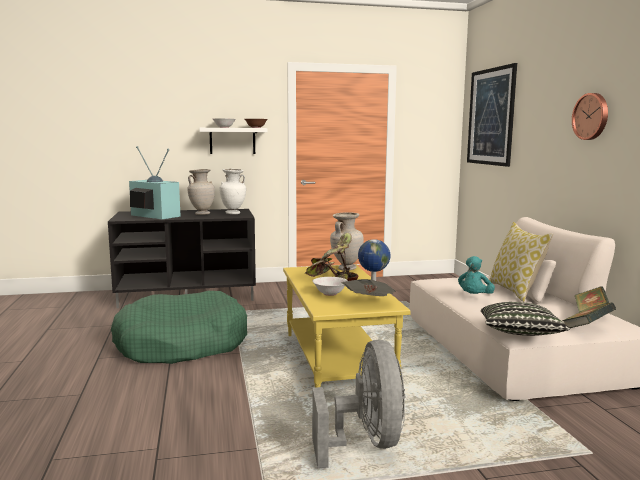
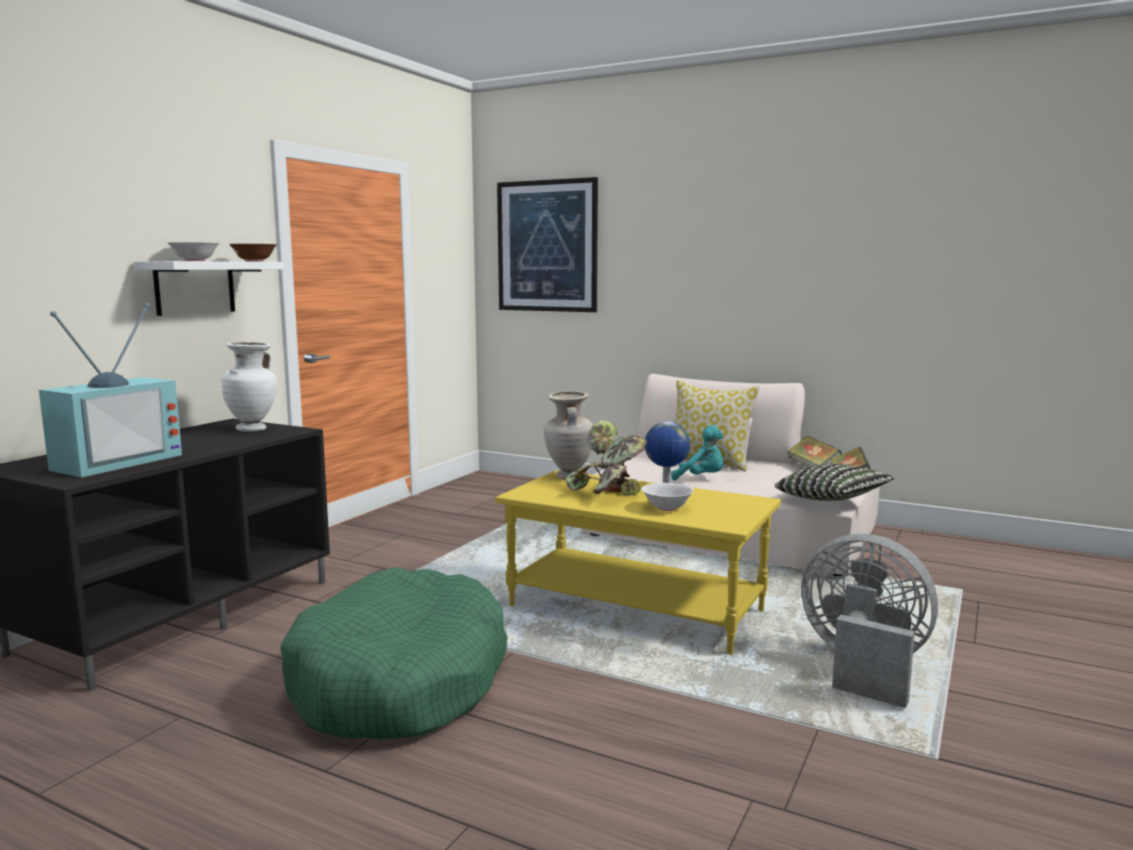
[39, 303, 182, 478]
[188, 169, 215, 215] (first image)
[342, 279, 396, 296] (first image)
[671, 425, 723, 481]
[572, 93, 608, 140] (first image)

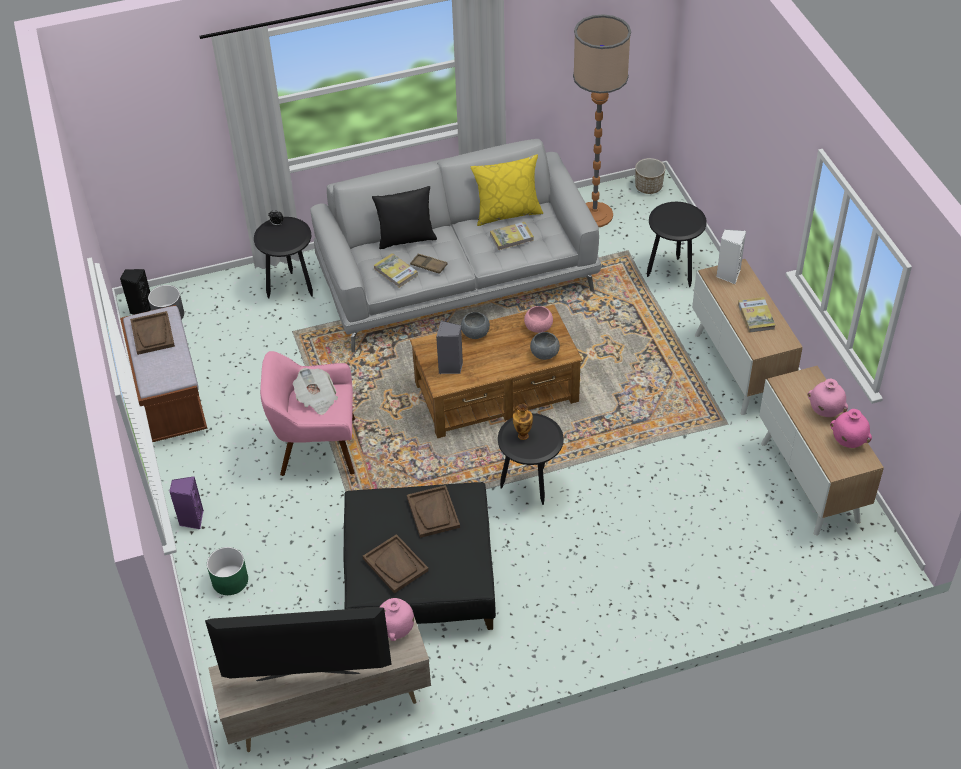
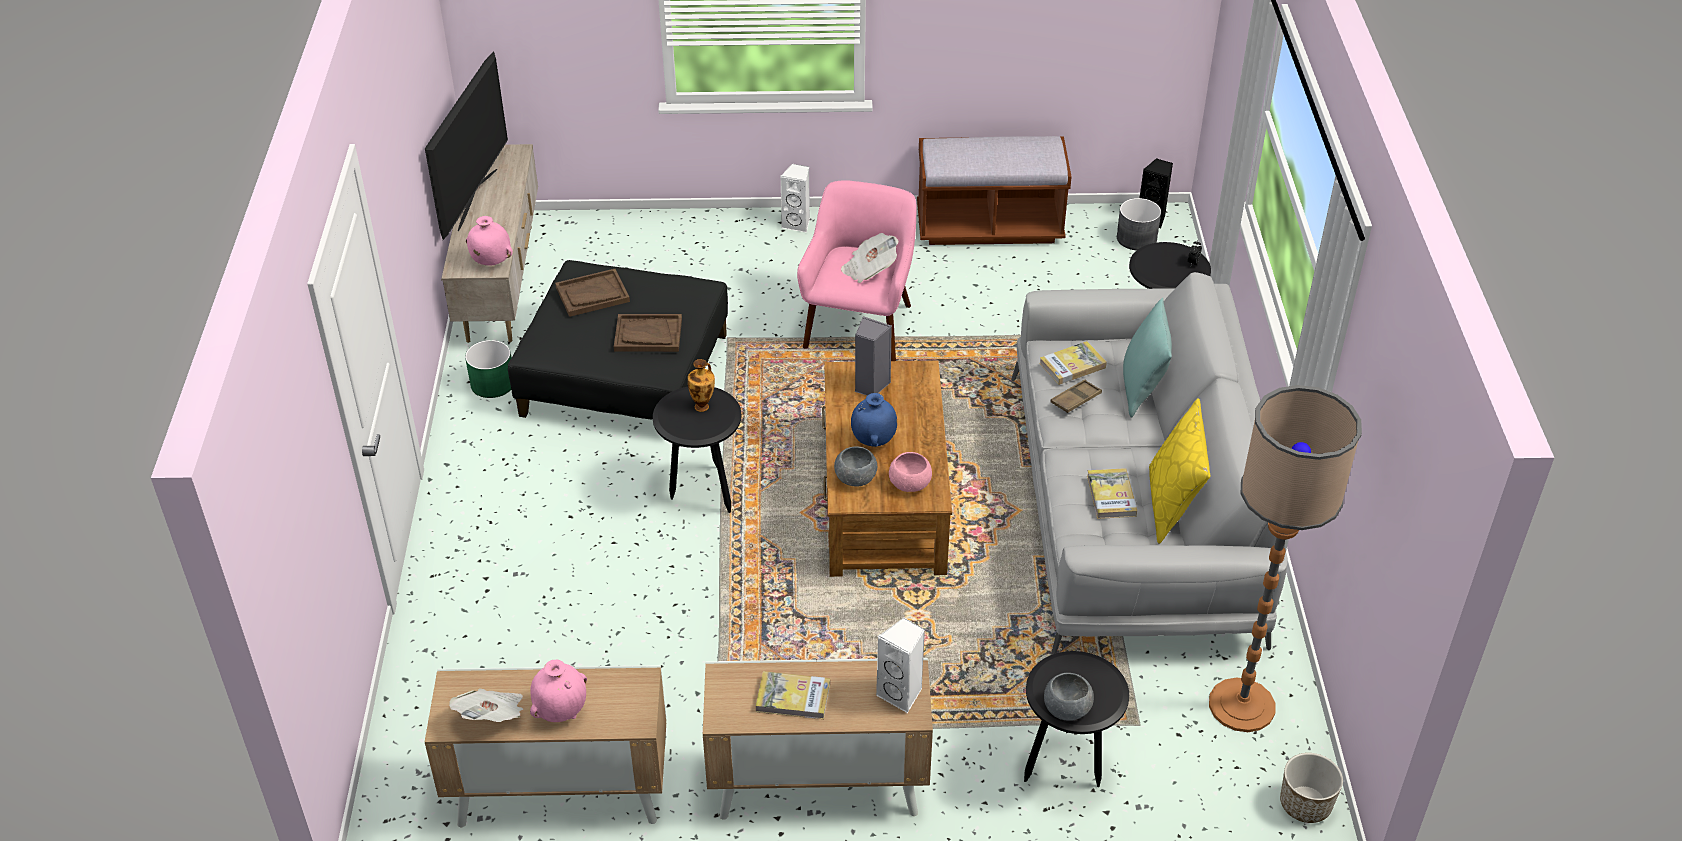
[130, 311, 175, 355] (first image)
[780, 164, 810, 233]
[465, 340, 511, 398]
[1123, 297, 1172, 418]
[1044, 673, 1094, 721]
[449, 688, 523, 722]
[851, 393, 897, 447]

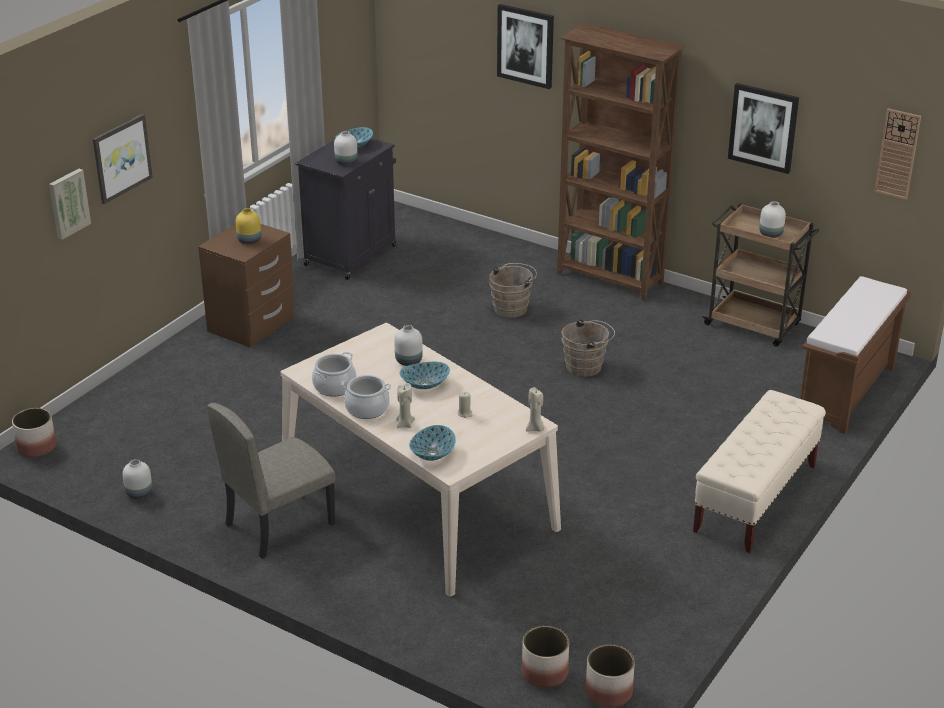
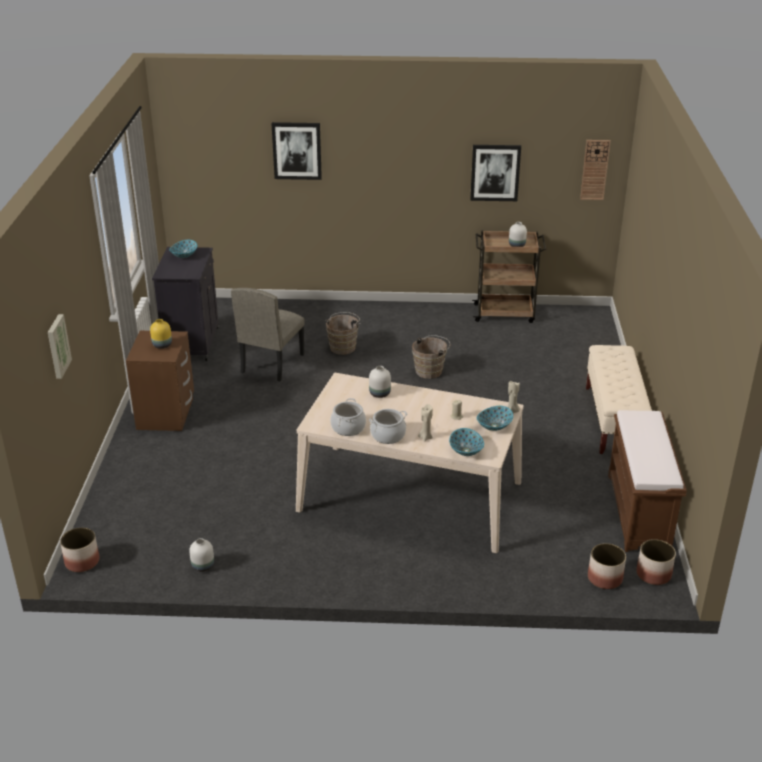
[93, 114, 153, 204] (first image)
[231, 288, 305, 381]
[334, 131, 358, 165] (first image)
[477, 406, 513, 431]
[557, 23, 685, 301] (first image)
[608, 410, 687, 552]

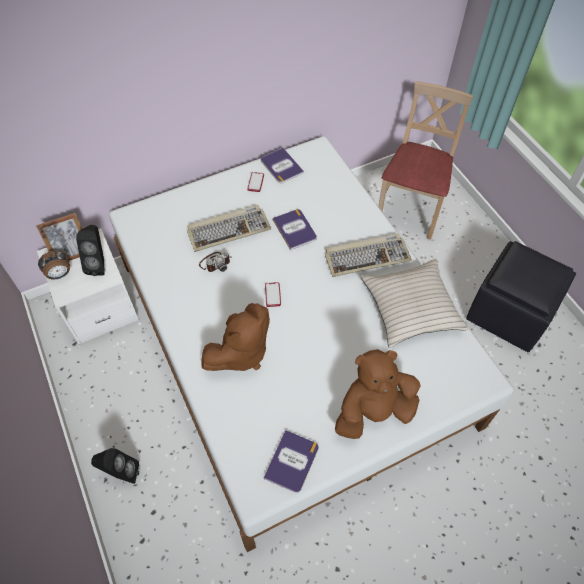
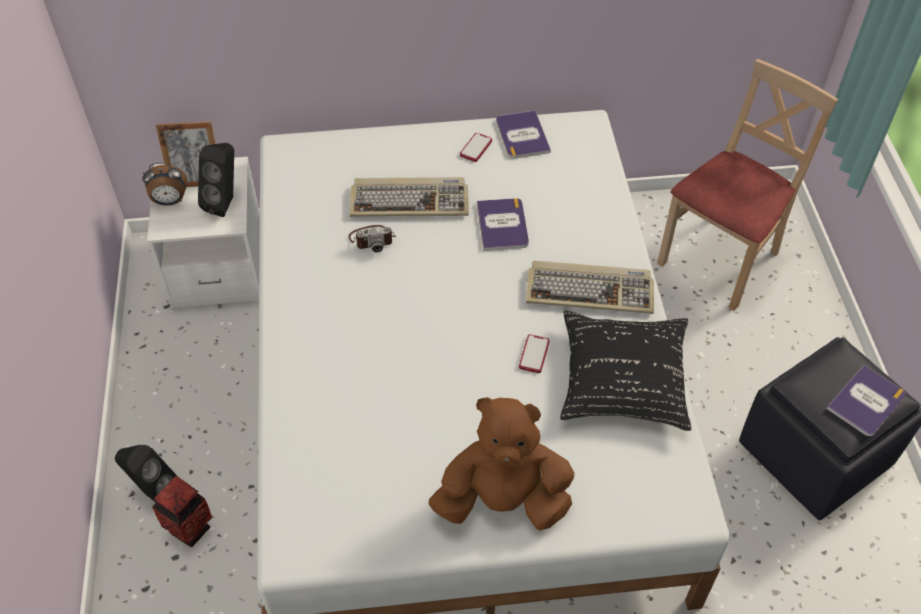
[202, 303, 270, 371] (first image)
[826, 365, 906, 436]
[519, 334, 550, 373]
[560, 311, 691, 431]
[152, 476, 212, 547]

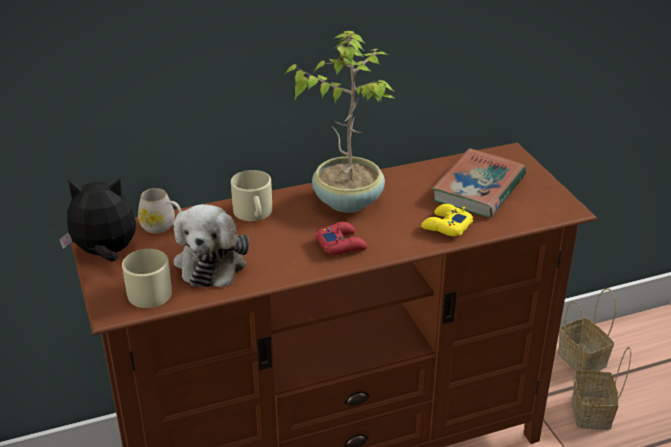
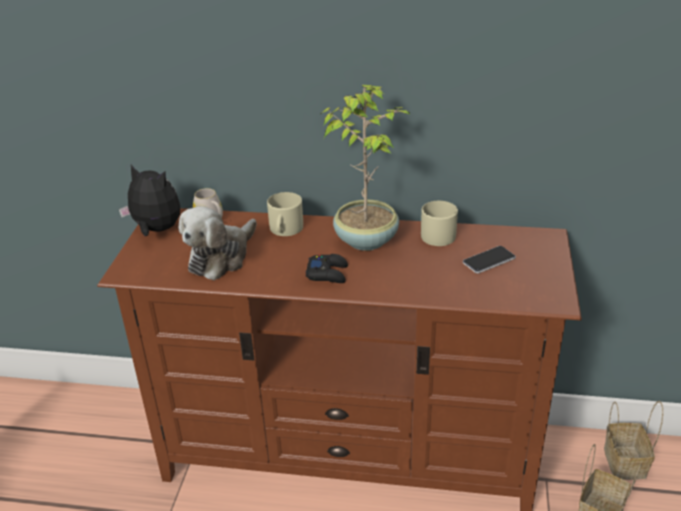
[421, 201, 458, 246]
[306, 254, 348, 283]
[421, 204, 473, 237] (first image)
[463, 246, 516, 274]

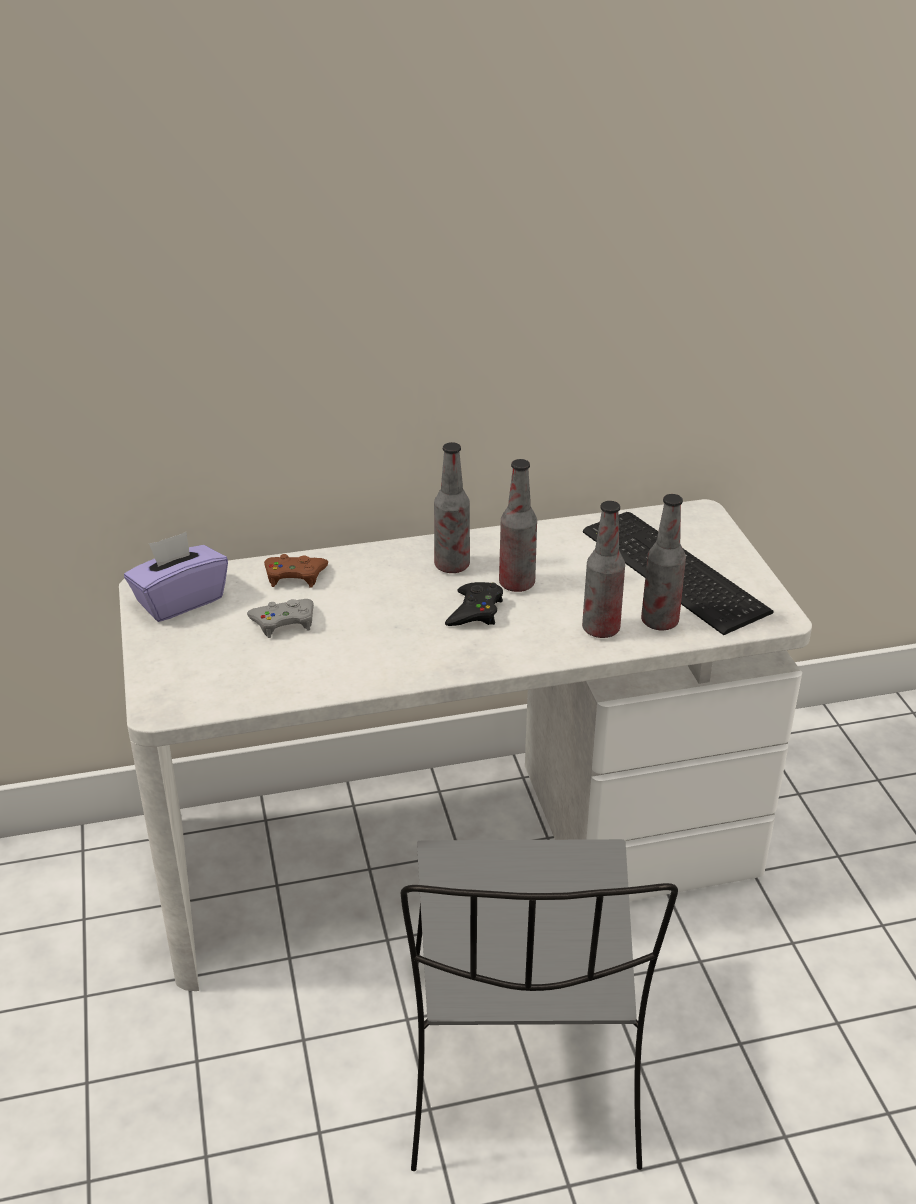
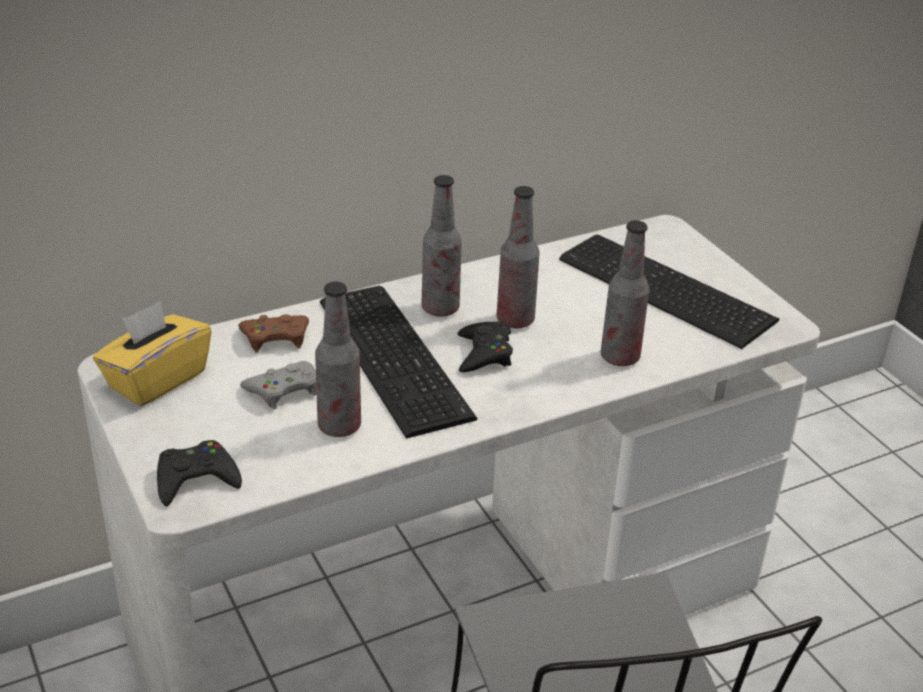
[93, 301, 211, 407]
[315, 282, 361, 437]
[157, 440, 242, 506]
[320, 286, 477, 439]

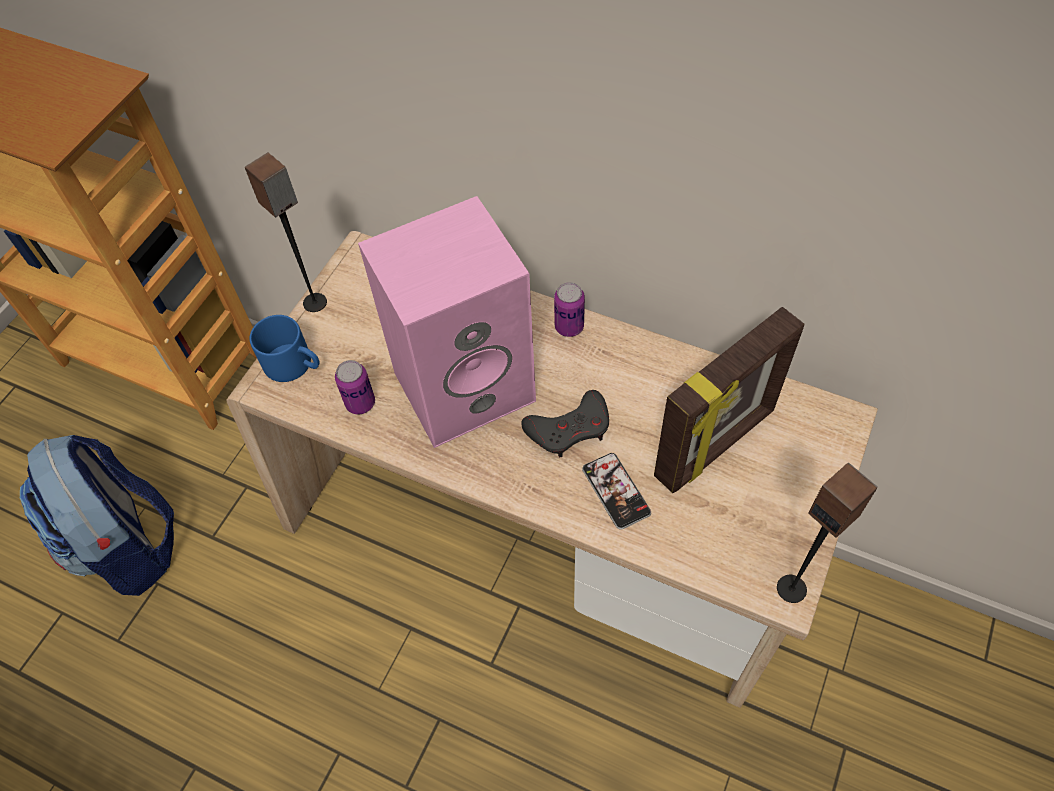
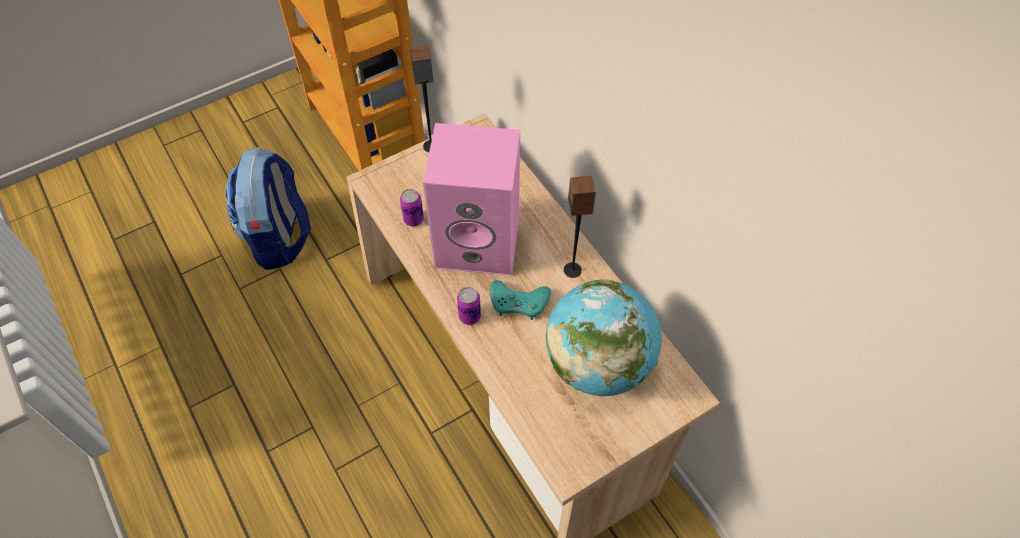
[250, 315, 320, 382] (first image)
[490, 280, 551, 320]
[457, 287, 481, 325]
[582, 453, 651, 530] (first image)
[546, 279, 662, 396]
[564, 176, 596, 278]

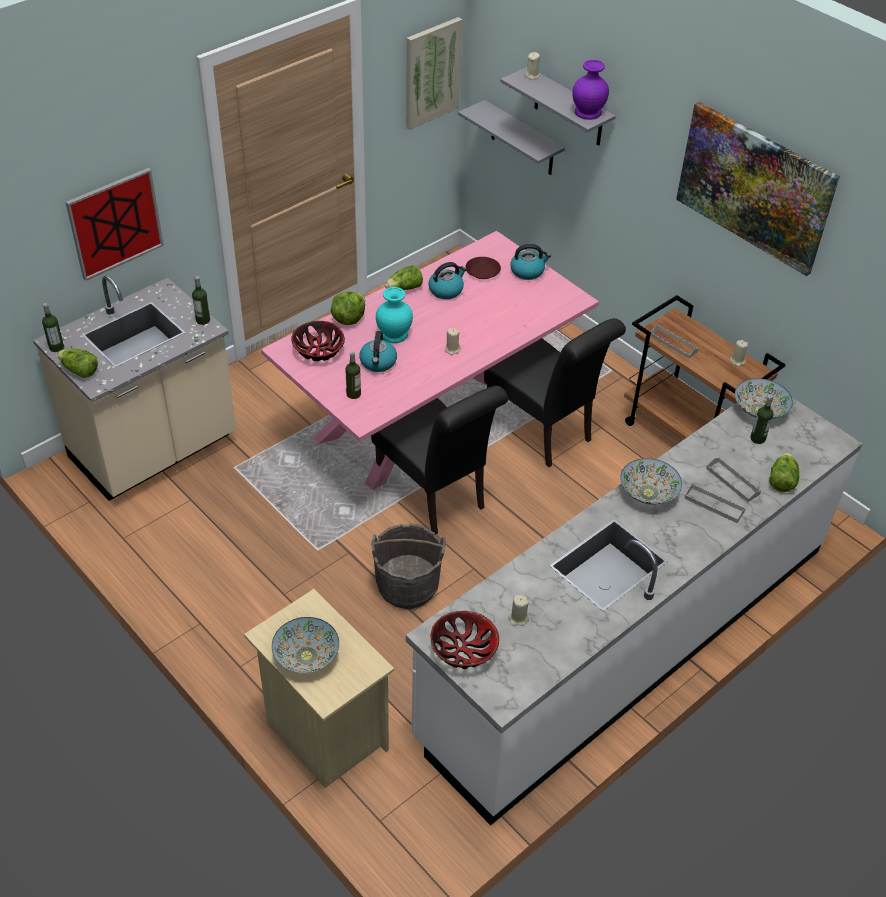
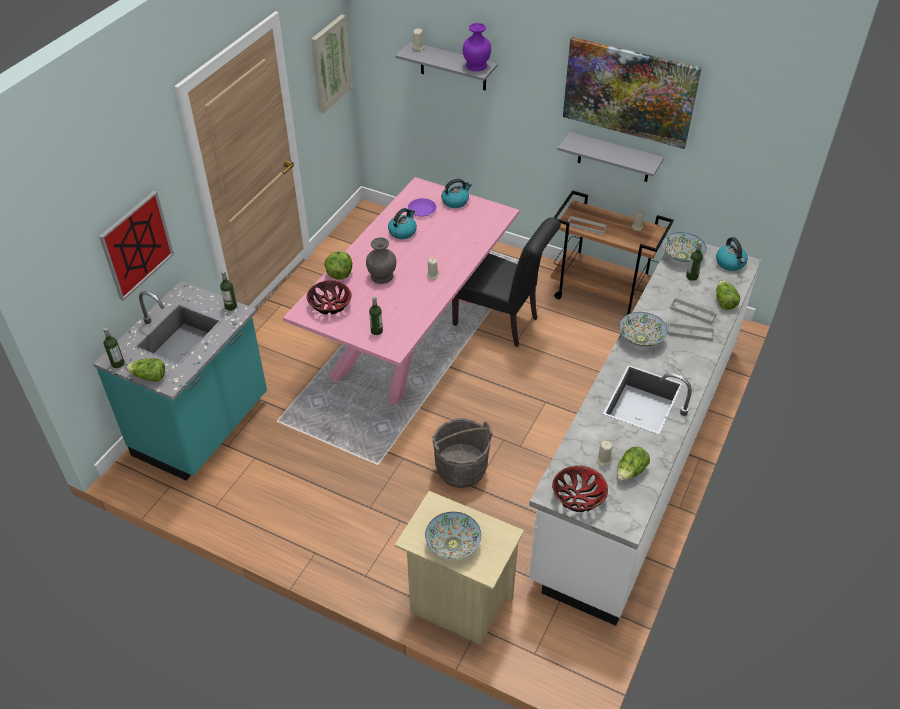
[93, 281, 267, 481]
[716, 237, 748, 271]
[371, 386, 508, 535] (first image)
[366, 237, 396, 284]
[617, 446, 650, 481]
[558, 132, 664, 182]
[408, 198, 436, 217]

